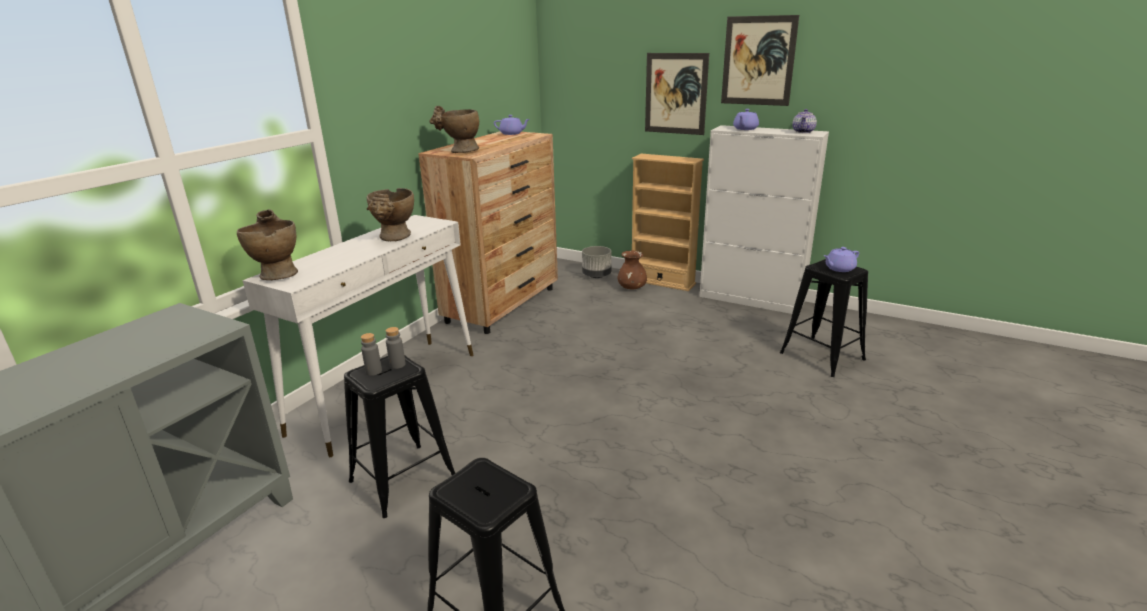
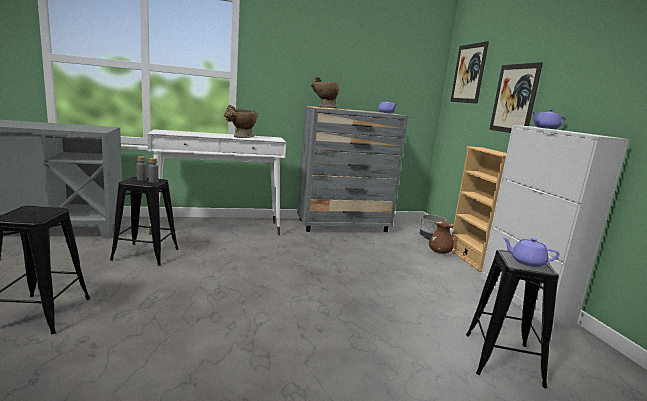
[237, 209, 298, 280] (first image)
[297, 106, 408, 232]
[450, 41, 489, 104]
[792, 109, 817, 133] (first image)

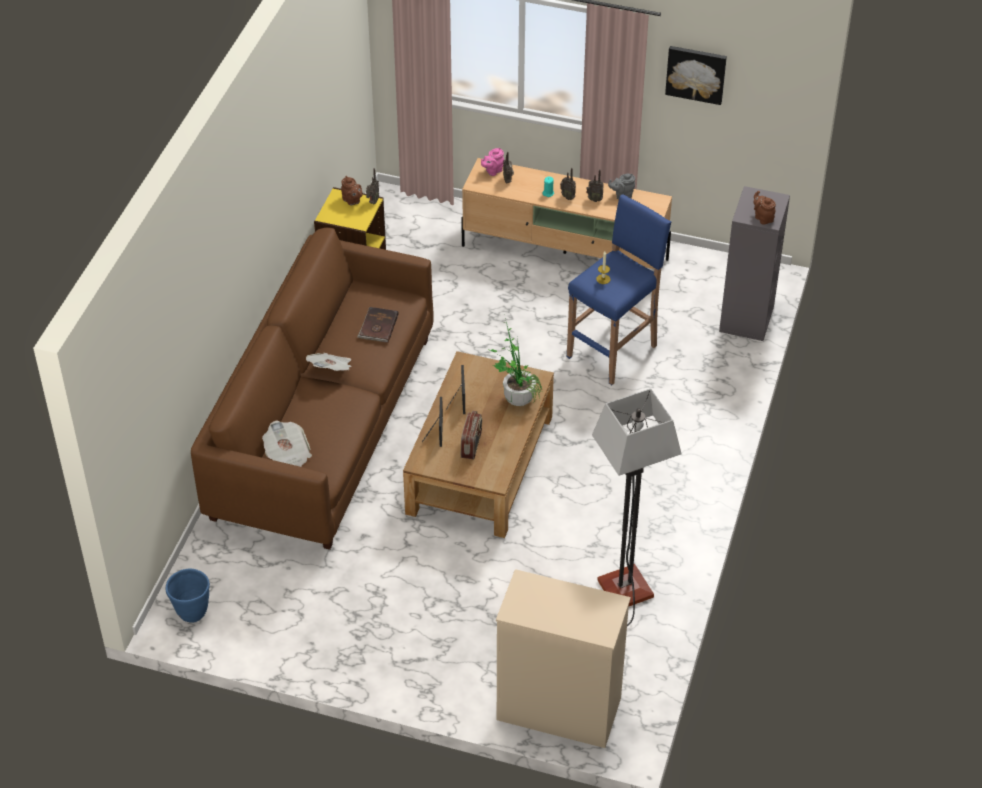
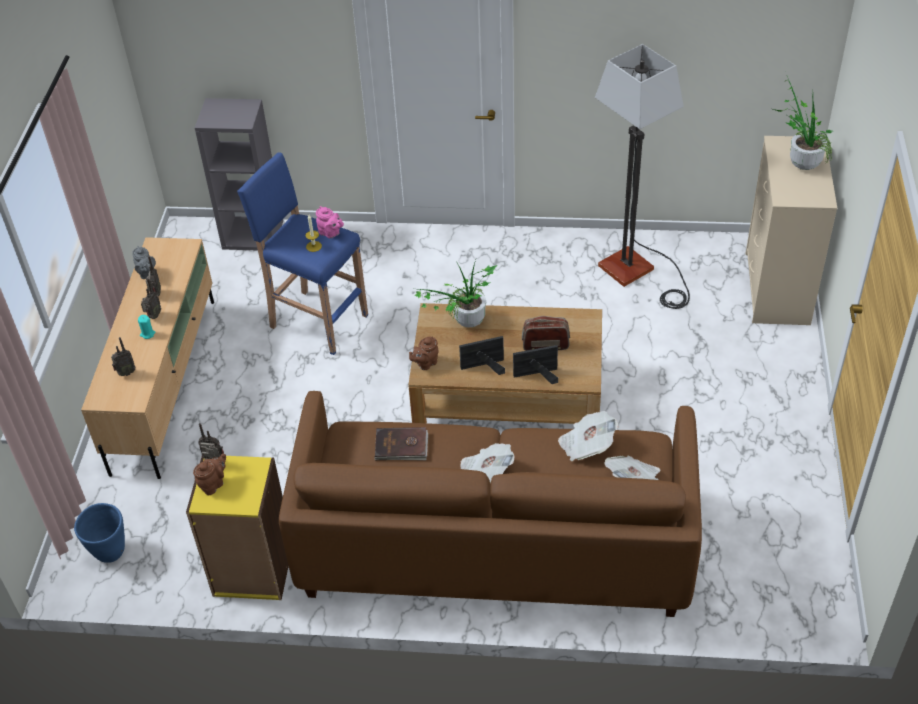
[74, 503, 125, 563]
[316, 206, 344, 239]
[665, 46, 727, 105] (first image)
[409, 337, 438, 370]
[558, 411, 618, 461]
[773, 76, 833, 170]

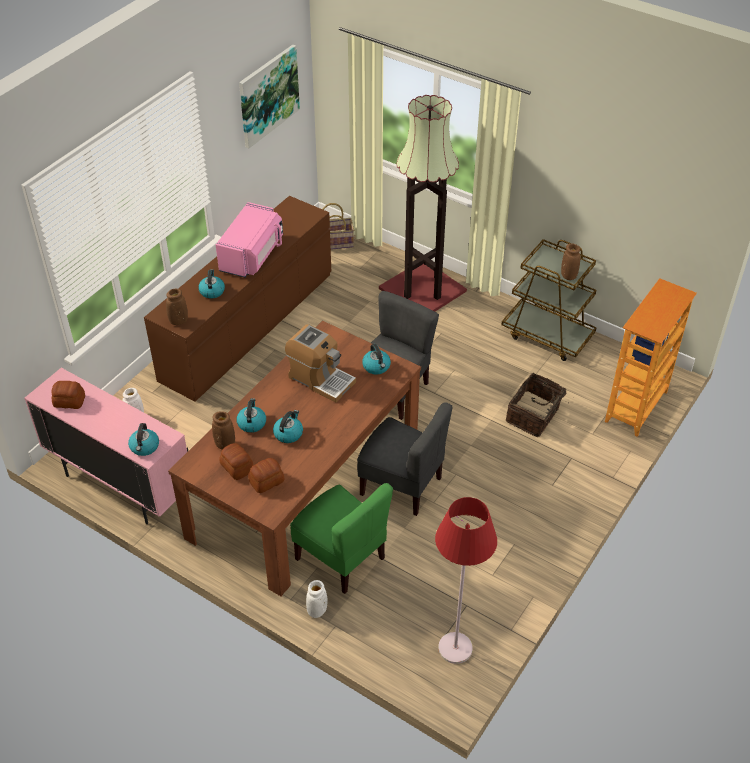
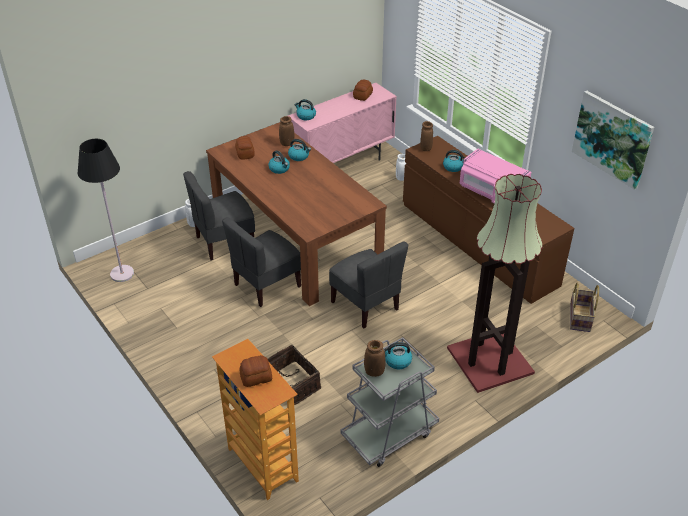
[240, 355, 272, 387]
[285, 324, 356, 403] (first image)
[183, 171, 255, 260]
[384, 342, 412, 369]
[78, 139, 134, 282]
[341, 337, 439, 467]

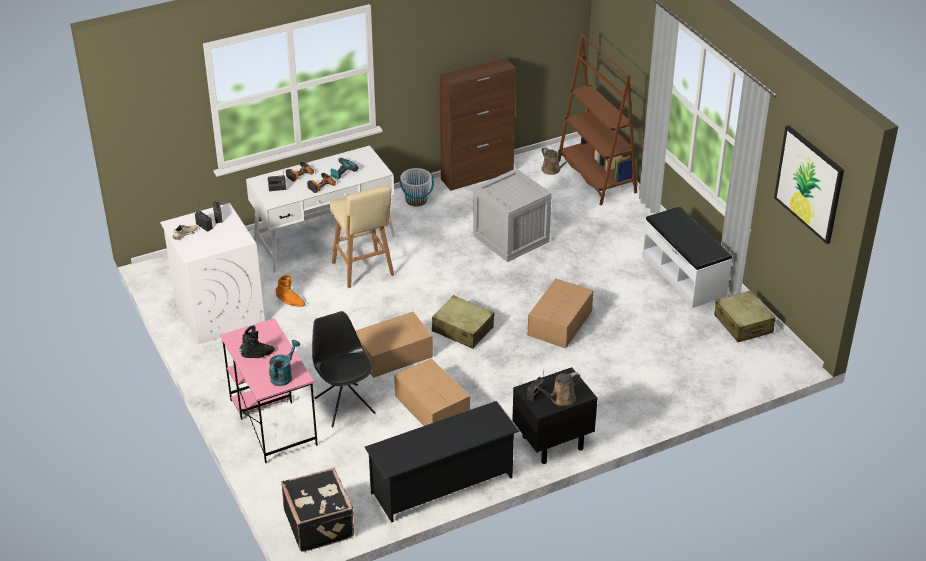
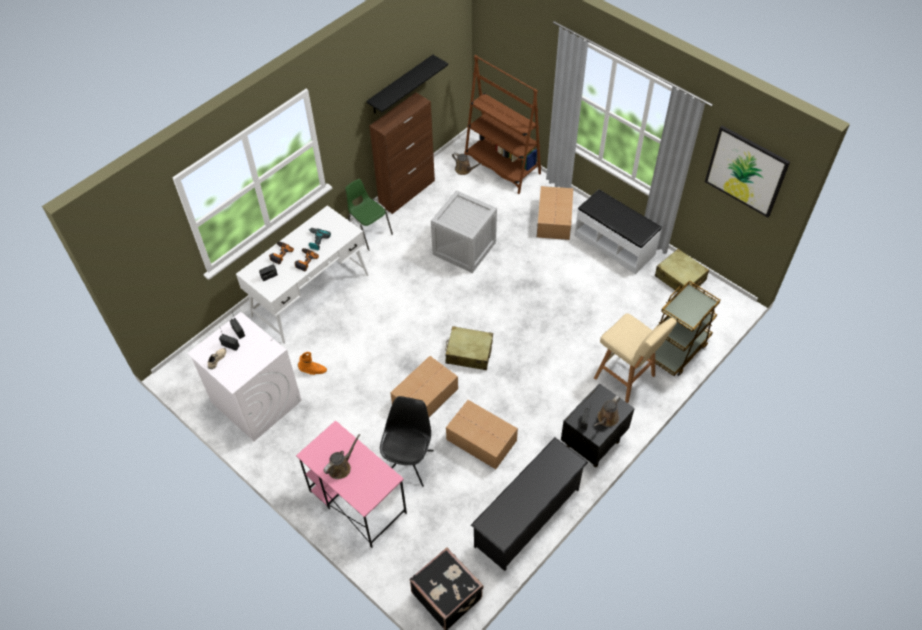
[323, 434, 360, 479]
[269, 340, 300, 386] (first image)
[380, 396, 434, 487]
[594, 313, 677, 403]
[345, 179, 393, 251]
[537, 186, 573, 240]
[366, 55, 448, 114]
[649, 280, 720, 376]

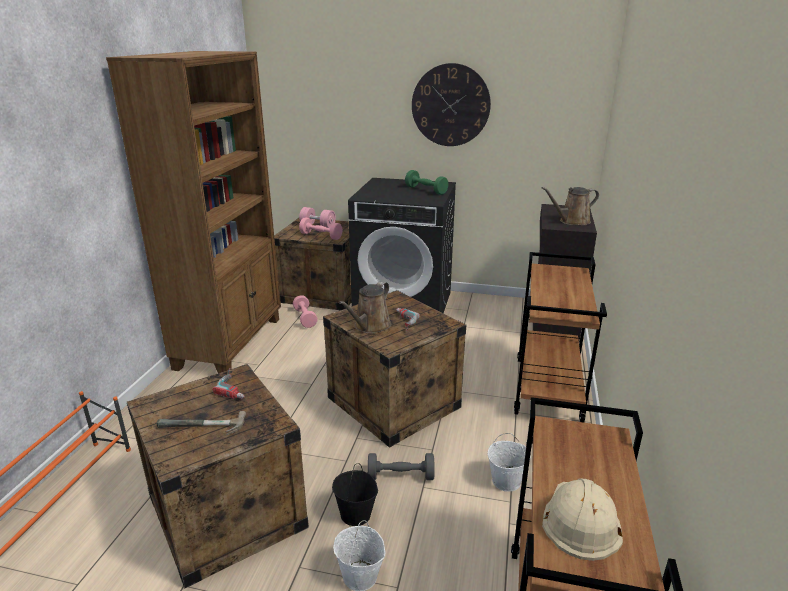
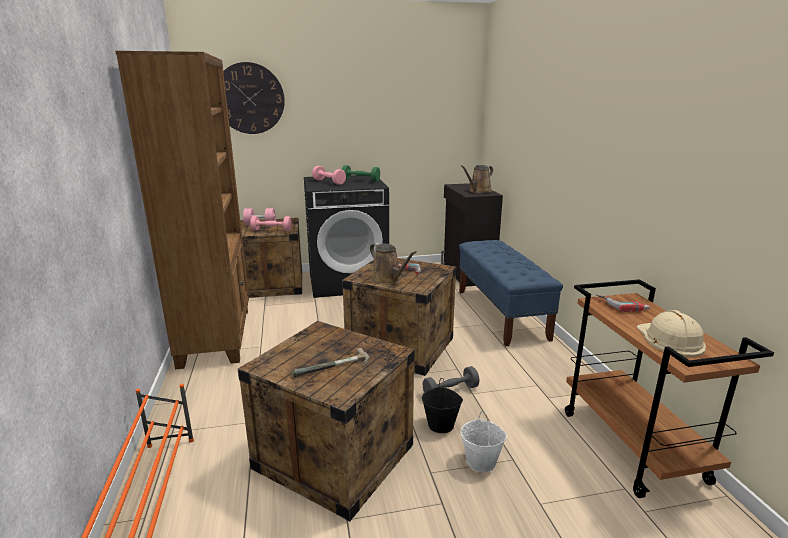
[596, 294, 650, 312]
[312, 166, 346, 185]
[370, 243, 417, 284]
[223, 62, 285, 134]
[488, 433, 531, 492] (first image)
[459, 240, 563, 347]

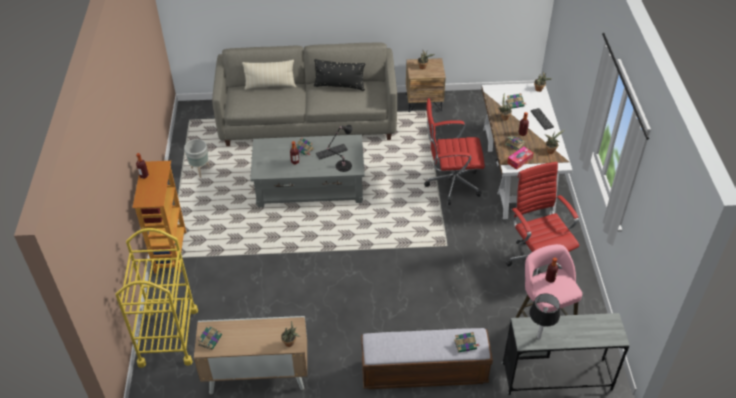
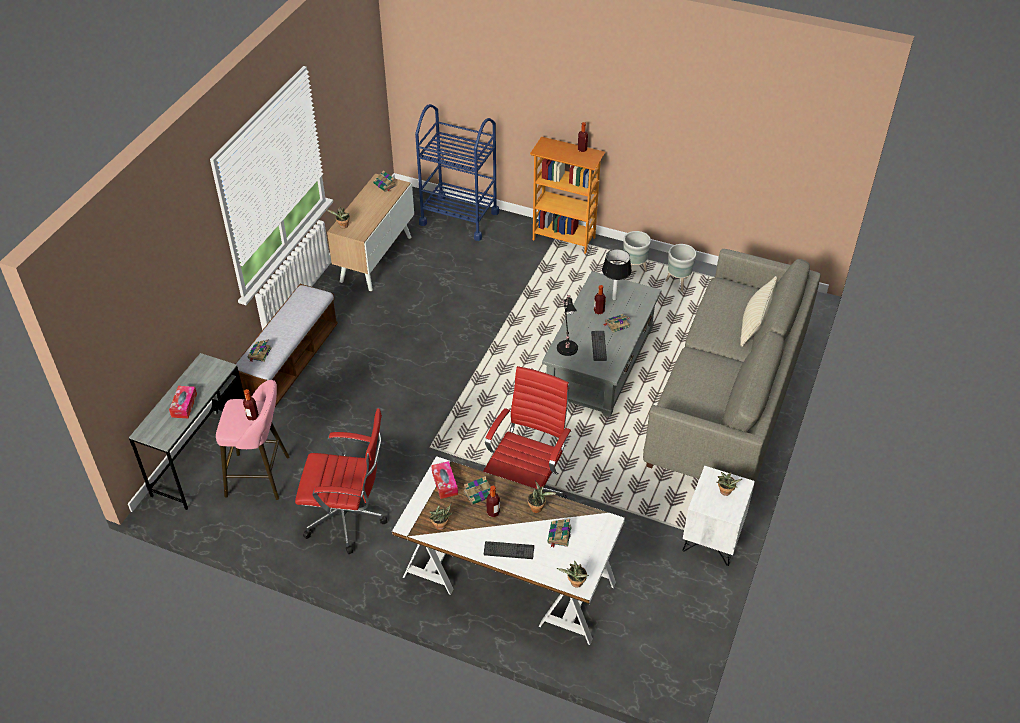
[415, 104, 499, 241]
[314, 59, 365, 91] (first image)
[682, 466, 755, 566]
[602, 249, 632, 300]
[169, 386, 197, 418]
[623, 231, 651, 272]

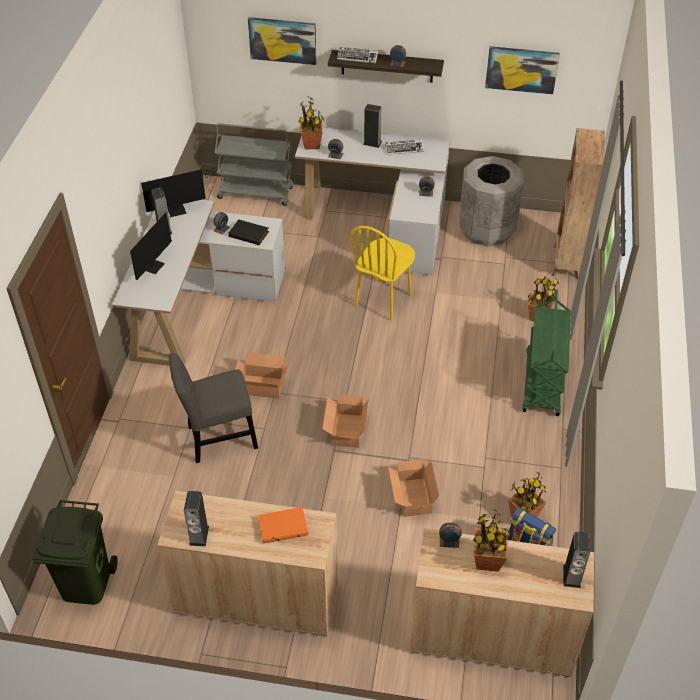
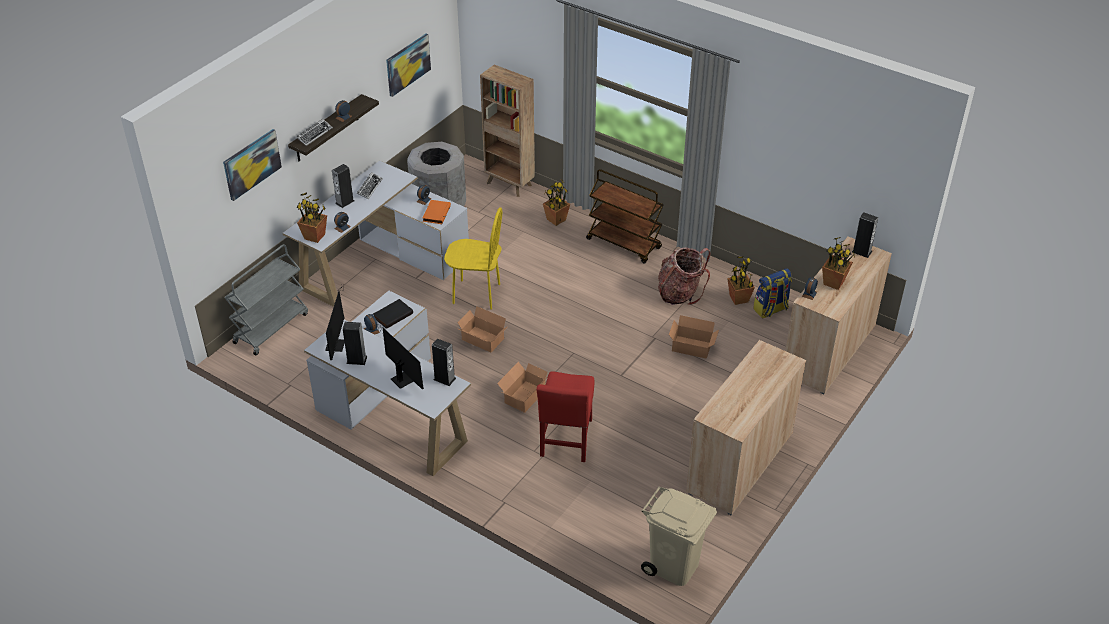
[641, 487, 717, 586]
[536, 371, 594, 462]
[432, 339, 456, 386]
[422, 200, 451, 224]
[456, 306, 507, 352]
[444, 207, 502, 310]
[586, 169, 664, 263]
[658, 247, 711, 305]

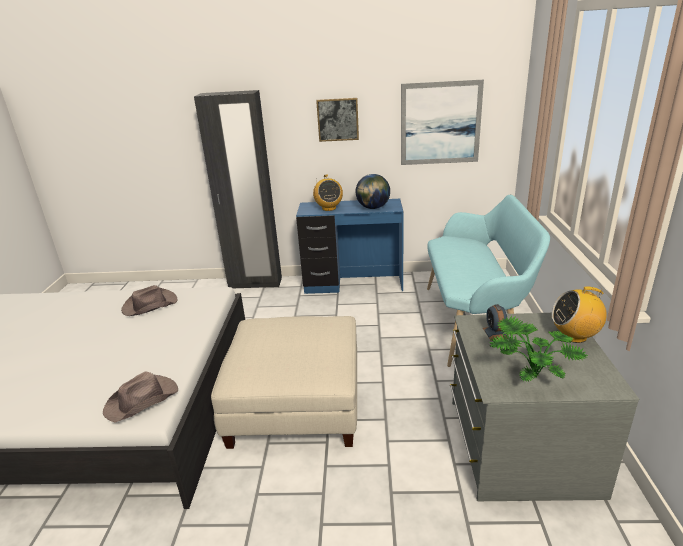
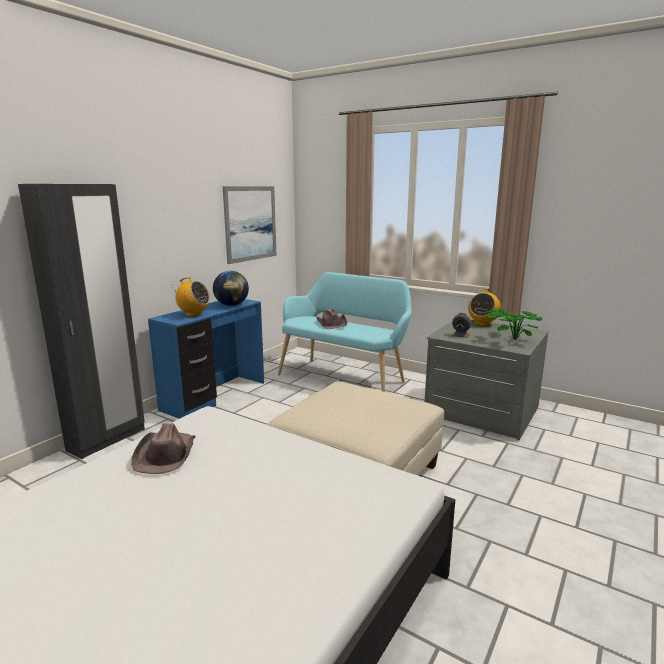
[317, 309, 347, 329]
[316, 98, 359, 142] (first image)

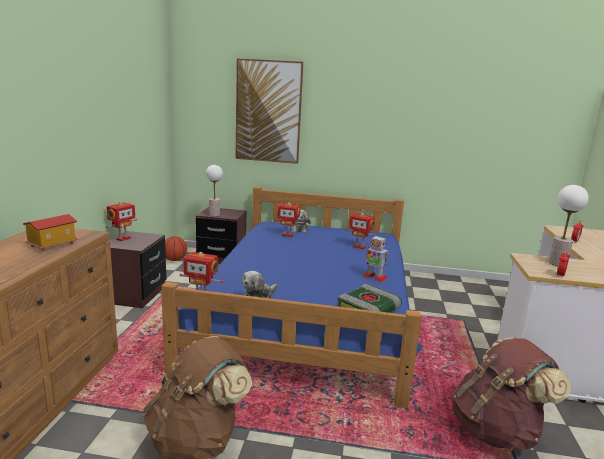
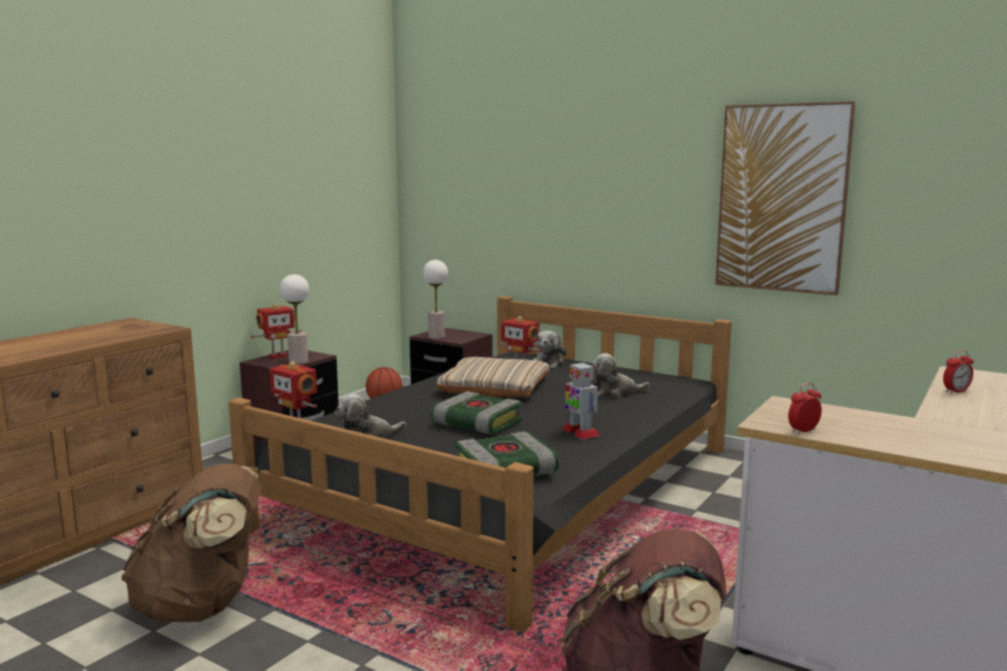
[23, 214, 78, 252] (first image)
[228, 296, 732, 632]
[715, 101, 856, 295]
[591, 353, 650, 398]
[280, 274, 309, 364]
[431, 391, 522, 434]
[436, 357, 550, 397]

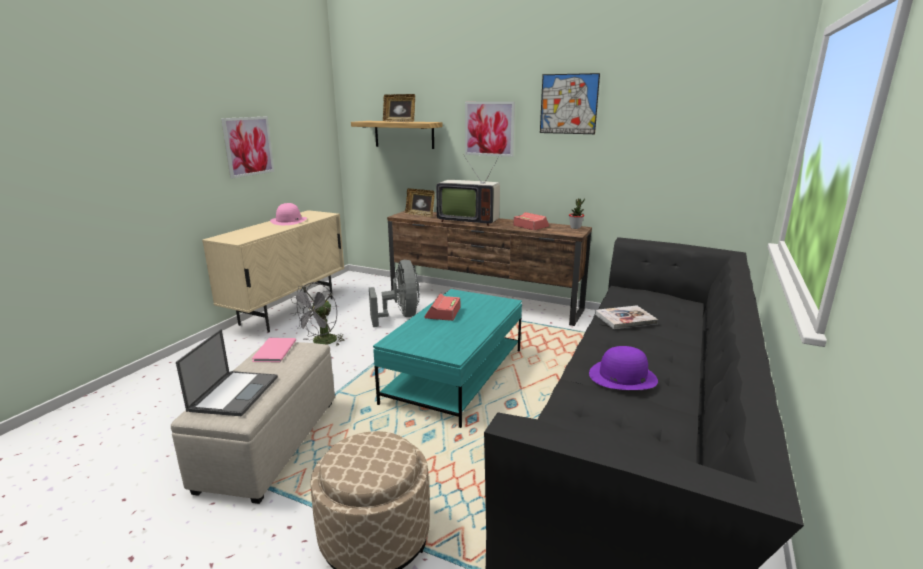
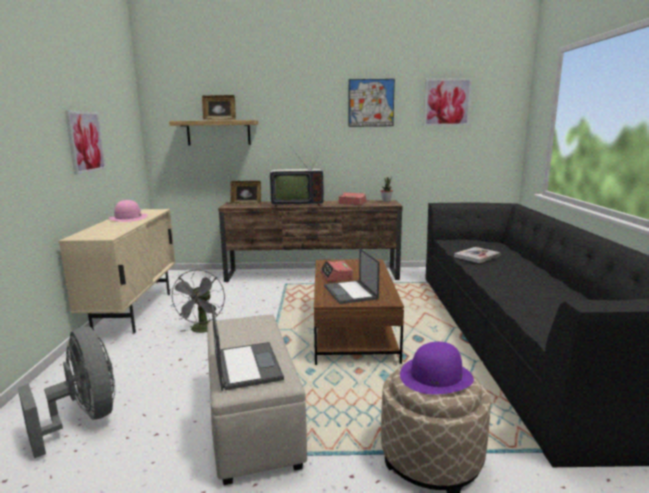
[252, 338, 296, 362] (first image)
[18, 327, 115, 459]
[314, 259, 404, 365]
[424, 78, 472, 126]
[400, 342, 474, 394]
[324, 248, 380, 304]

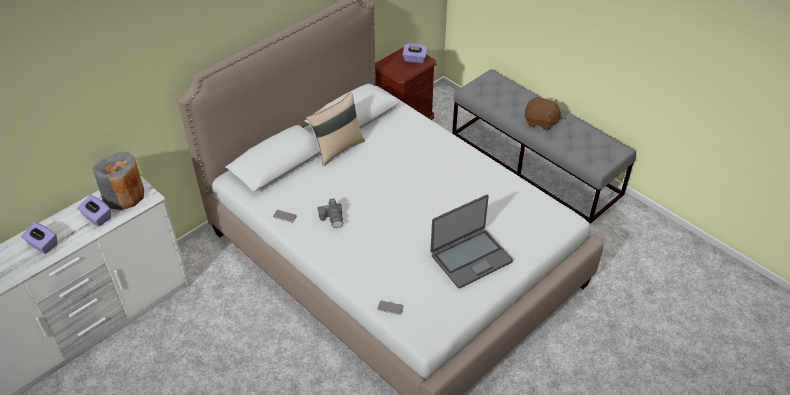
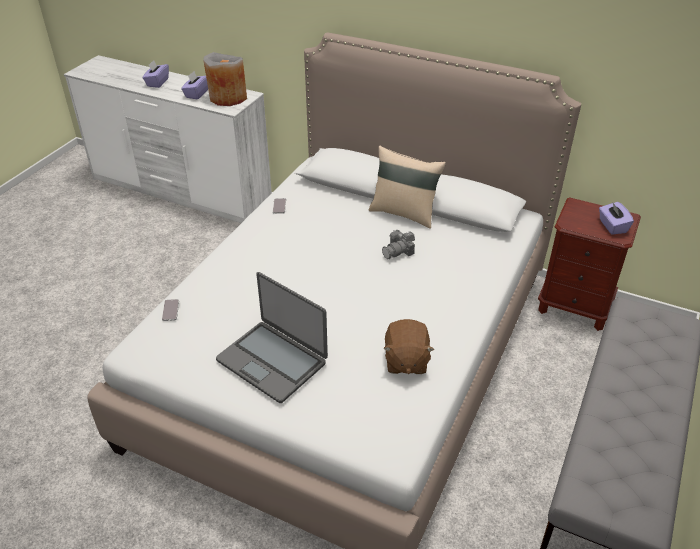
[382, 230, 415, 259]
[383, 319, 434, 374]

